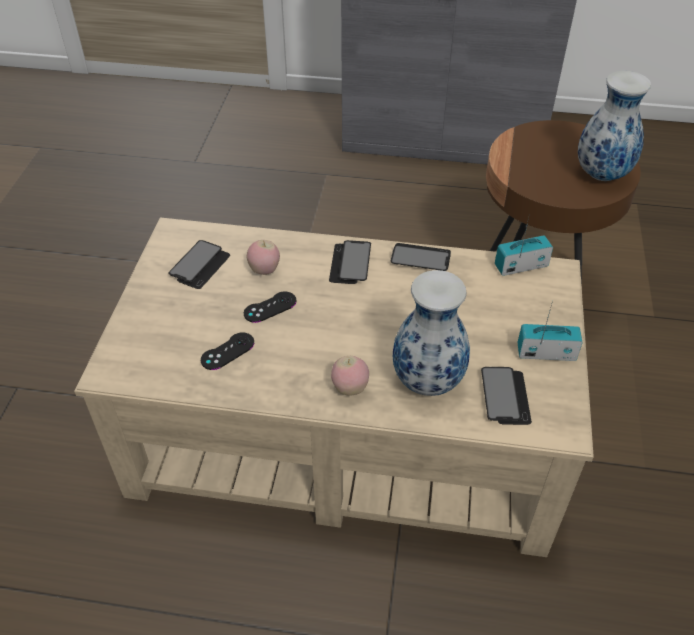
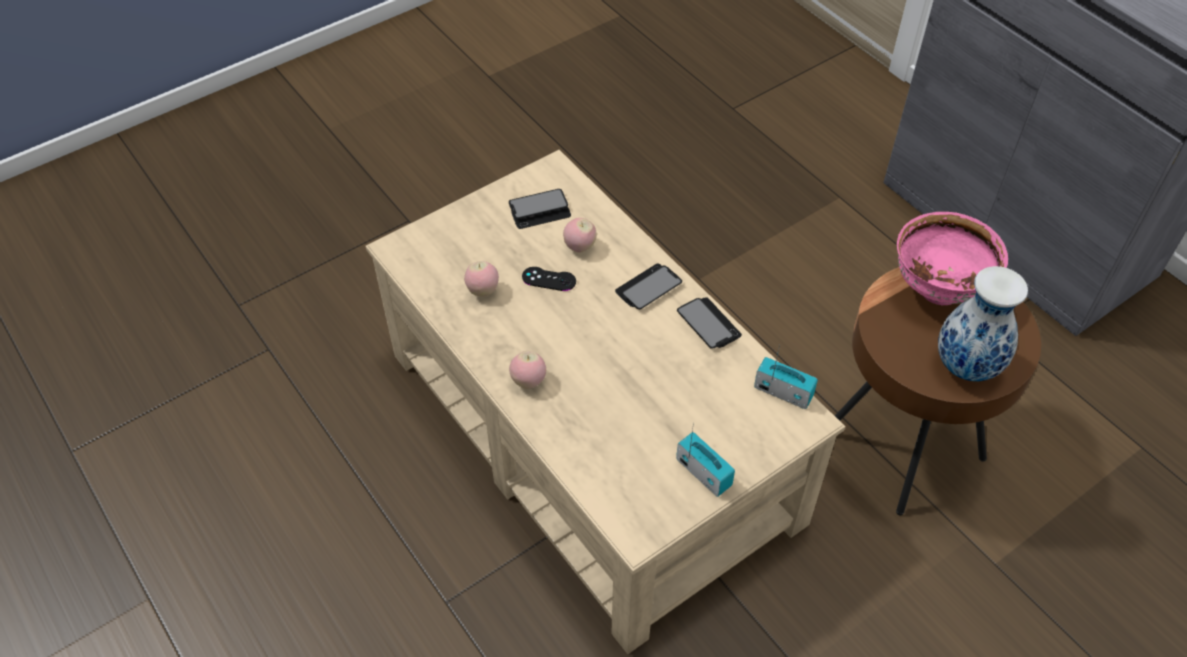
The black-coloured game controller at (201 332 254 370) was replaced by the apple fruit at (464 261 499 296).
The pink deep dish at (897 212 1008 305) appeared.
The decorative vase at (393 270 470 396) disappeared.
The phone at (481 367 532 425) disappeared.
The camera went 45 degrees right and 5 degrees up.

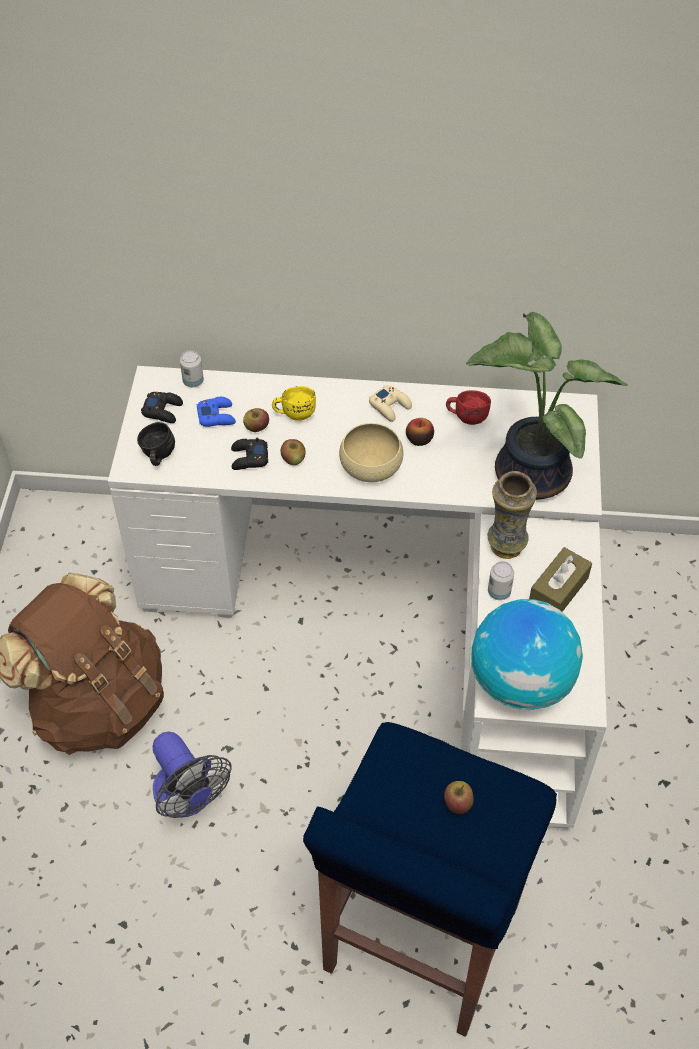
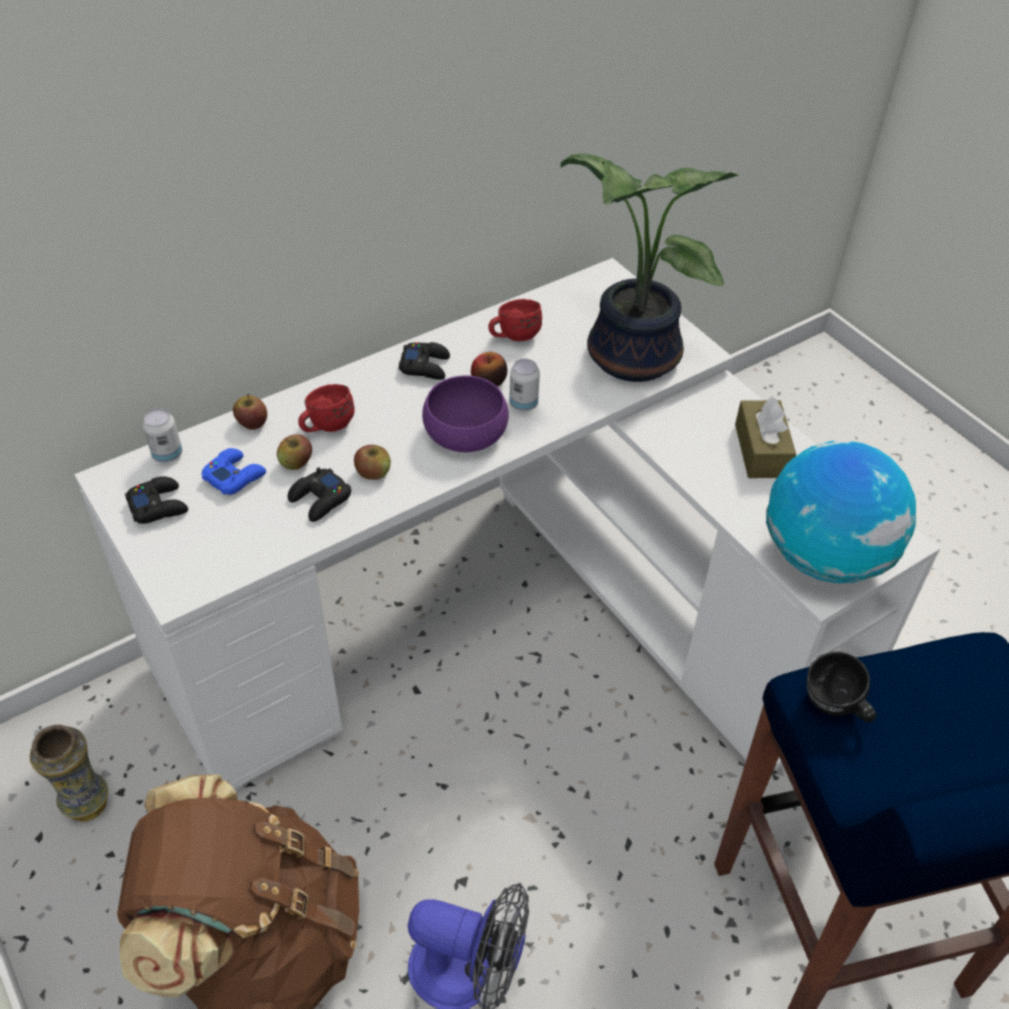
The decorative vase moved from (487 471 537 559) to (30 725 108 822).
The apple fruit moved from (444 781 474 814) to (233 394 267 430).
The yellow tea mug at (272 386 316 421) became the reddish tea mug at (298 384 355 432).
The beige-coloured game controller at (369 385 412 422) became the black-coloured game controller at (399 342 450 380).
The beige-coloured deep dish at (339 423 403 482) became the purple-coloured deep dish at (422 376 509 452).
The sealed can moved from (488 561 514 600) to (509 359 540 411).
The black-coloured tea mug moved from (137 422 175 466) to (807 651 876 722).
The camera went 40 degrees left and 5 degrees down.

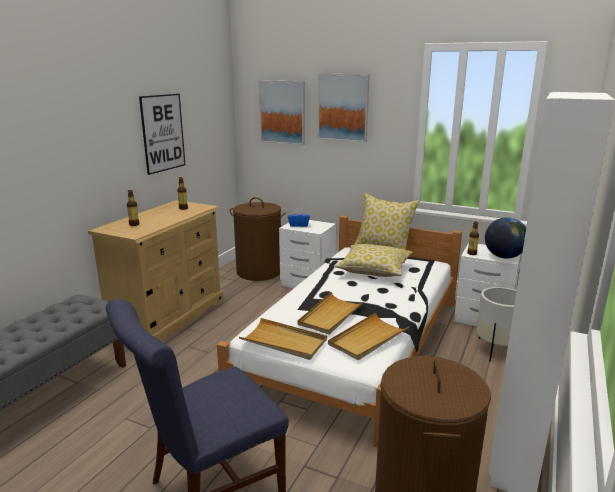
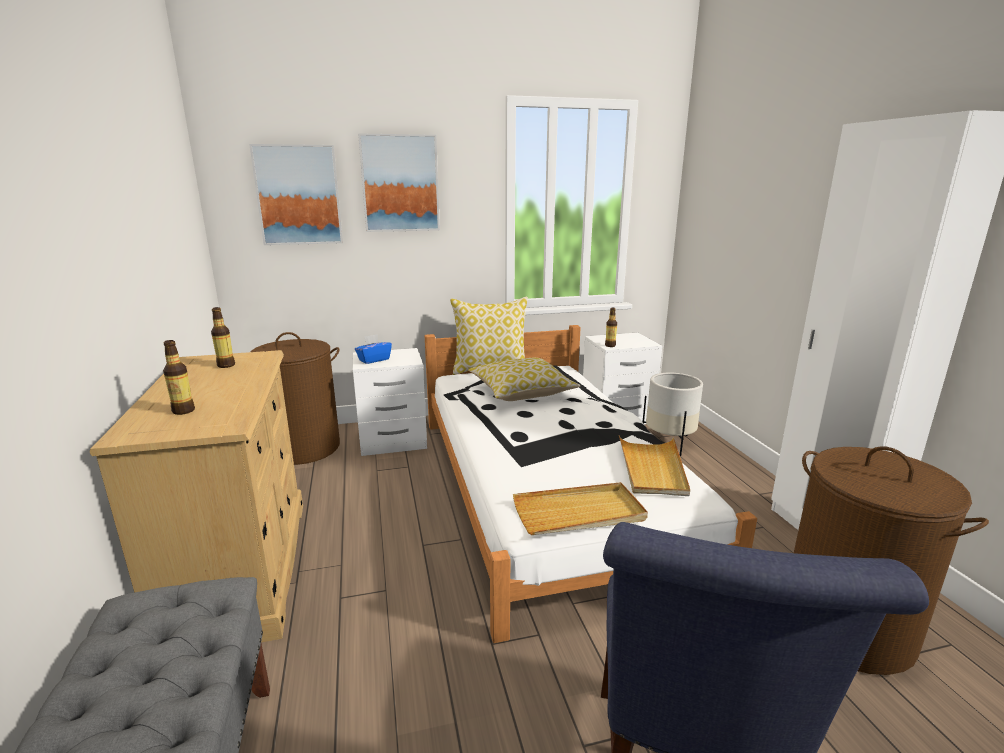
The wall picture at (139 94 185 175) disappeared.
The beige-coloured tray at (297 292 365 335) disappeared.
The world globe at (485 217 526 259) disappeared.
The camera went 40 degrees left and 0 degrees up.

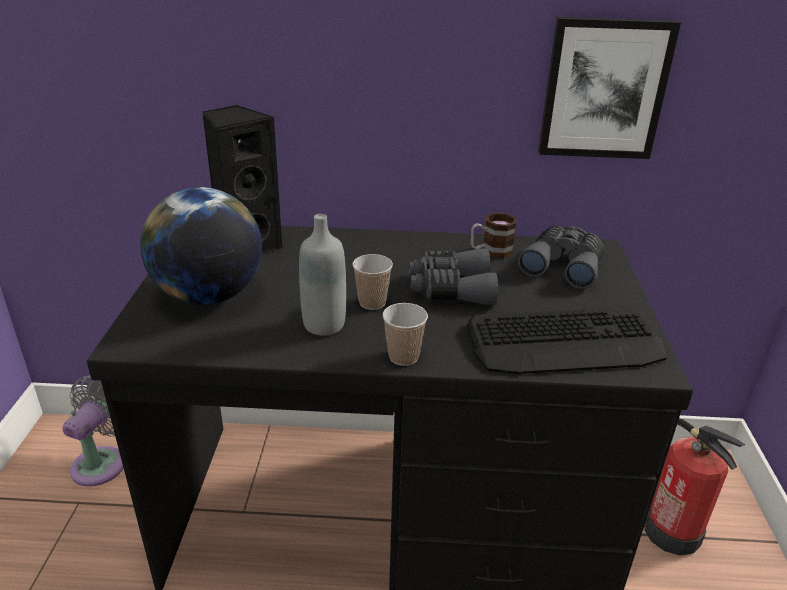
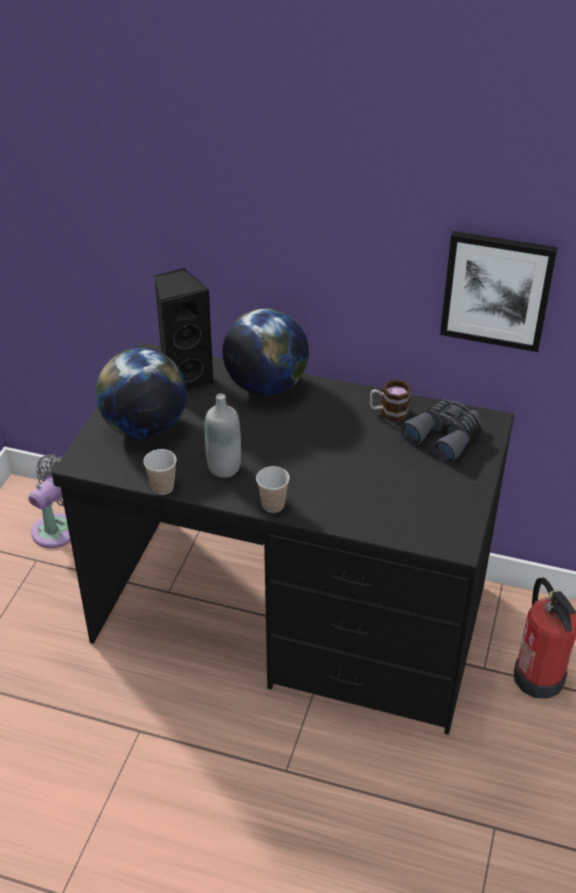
The drinking cup moved from (352 254 393 310) to (143 449 177 495).
The world globe at (223 309 309 396) appeared.
The grey pair of binoculars at (409 248 498 305) disappeared.
The computer keyboard at (467 307 667 374) disappeared.
The camera went 15 degrees right and 10 degrees up.

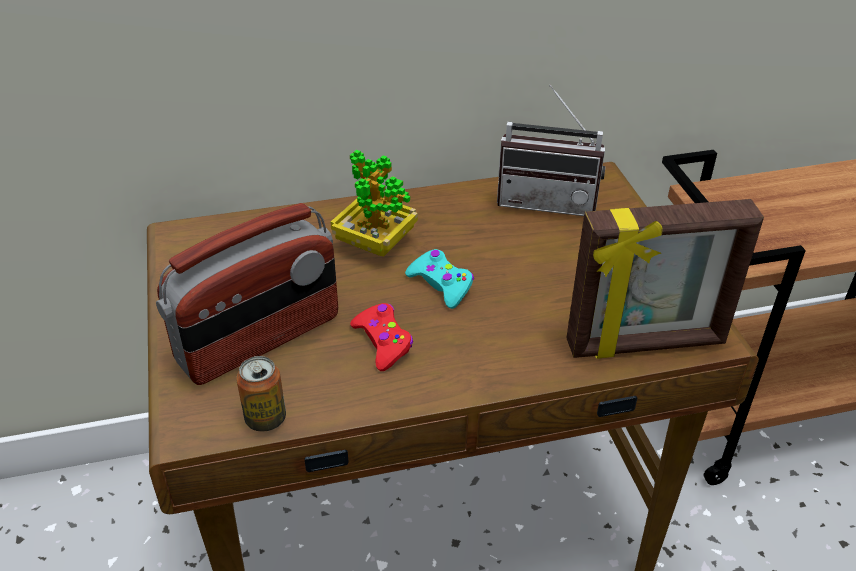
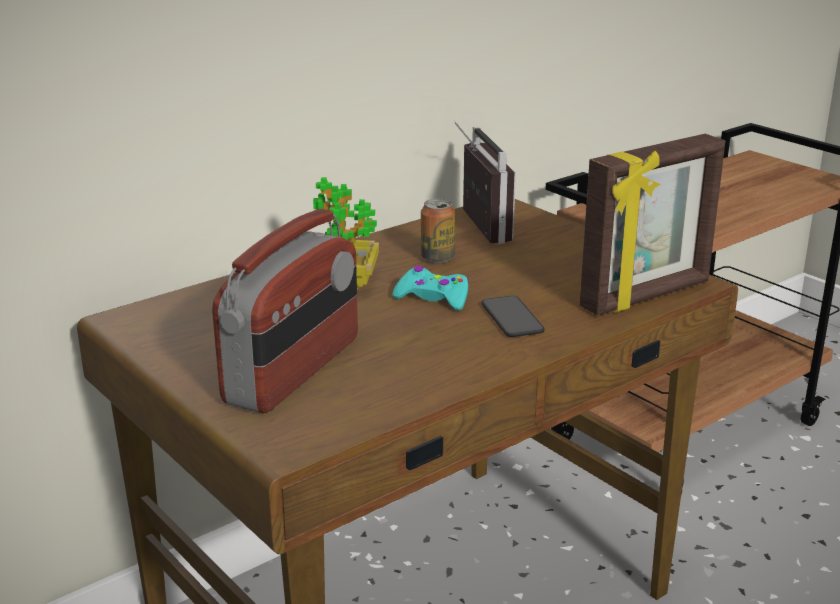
The sealed can moved from (236 356 286 432) to (421 199 455 263).
The radio set at (497 85 606 216) turned 90 degrees counterclockwise.
The phone at (481 296 545 337) appeared.
The reddish game controller at (350 303 413 371) disappeared.
The camera went 25 degrees left and 15 degrees down.

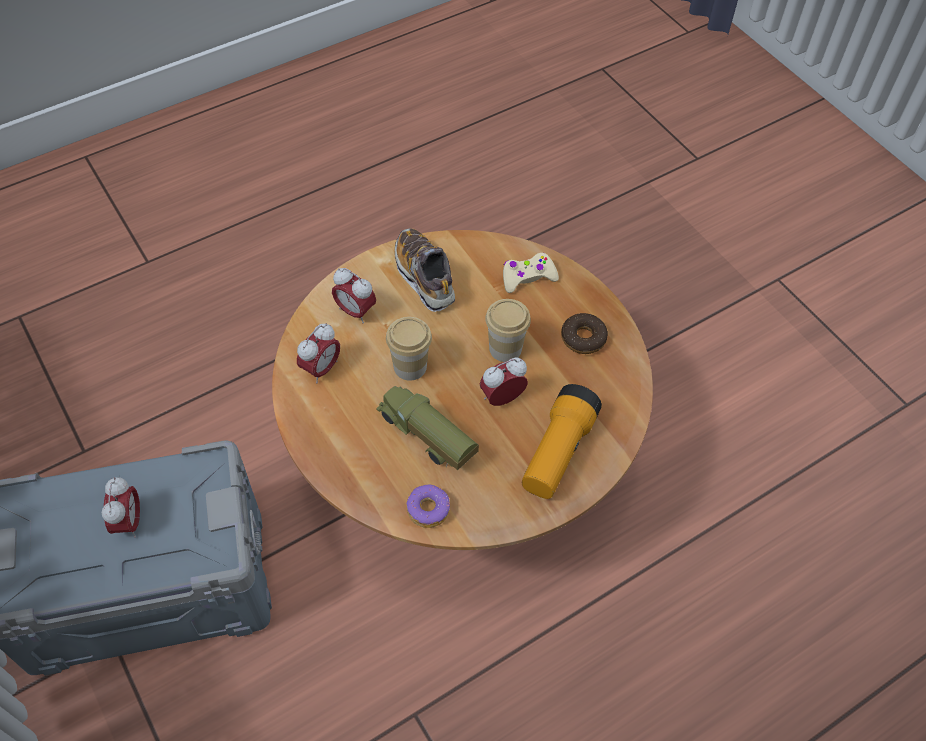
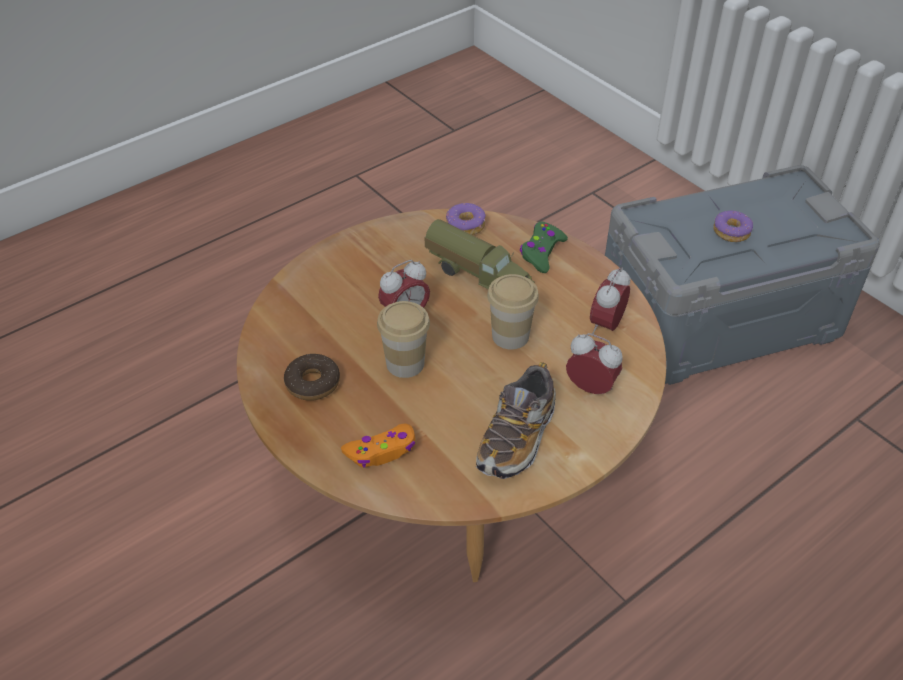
The beige-coloured game controller at (503 253 559 293) became the orangey game controller at (341 424 415 468).
The shoe at (395 228 455 312) turned 60 degrees clockwise.
The green-coloured game controller at (520 222 568 273) appeared.
The table clock at (102 477 140 538) was replaced by the ring doughnut at (714 211 753 242).
The torch at (522 384 602 499) disappeared.
The camera went 175 degrees right and 10 degrees down.

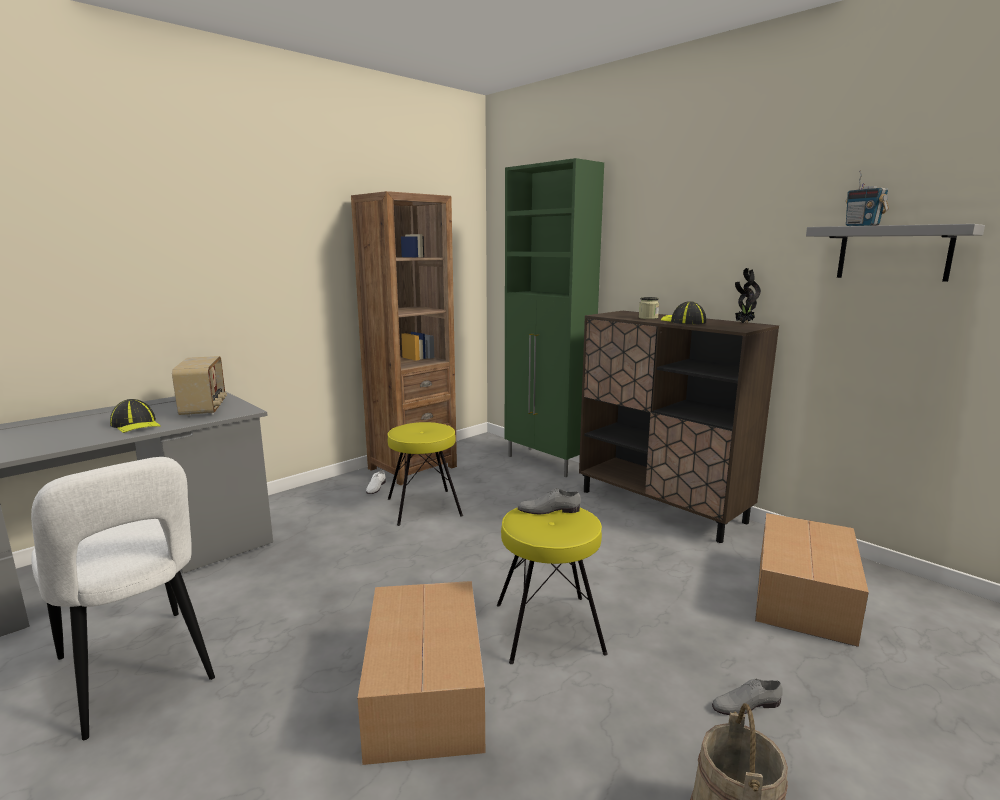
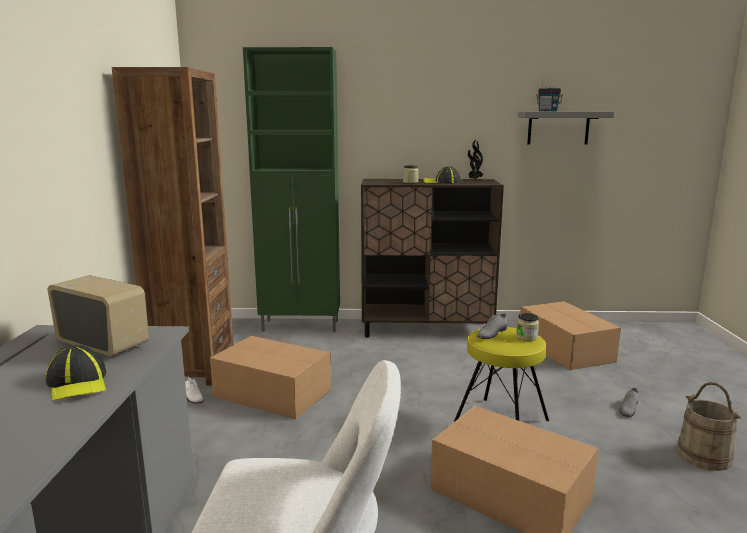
The baseball cap at (110 399 161 433) turned 60 degrees clockwise.
The yellow sitting stool at (387 422 463 526) was replaced by the carton at (210 336 331 419).
The storage jar at (516 313 539 341) appeared.
The camera went 45 degrees left and 0 degrees up.

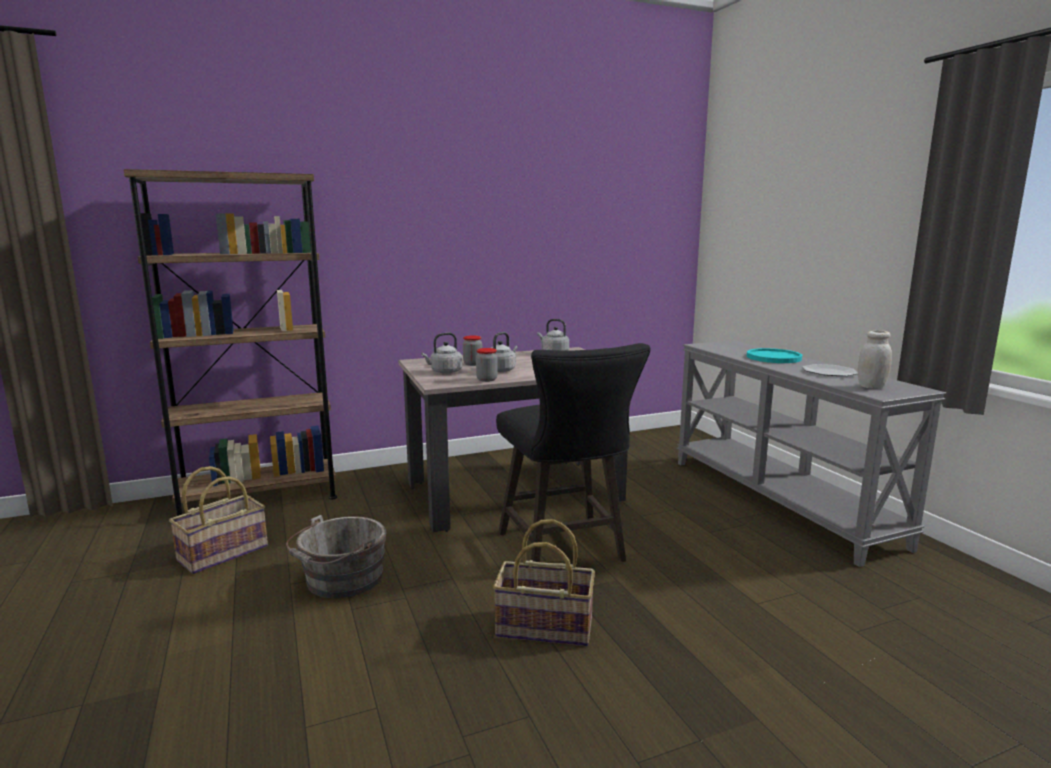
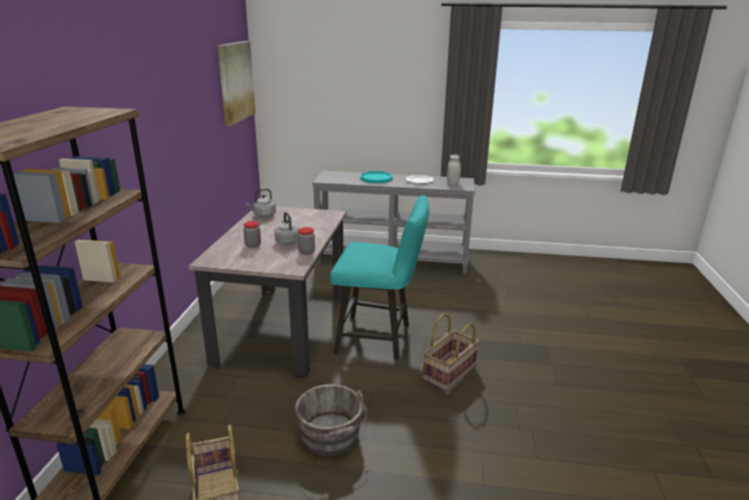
The wall picture at (218 41 256 126) appeared.
The black-coloured sitting stool at (496 343 651 562) became the blue-green sitting stool at (330 196 429 360).
The grey tea kettle at (421 333 462 374) disappeared.
The camera went 60 degrees left and 10 degrees up.

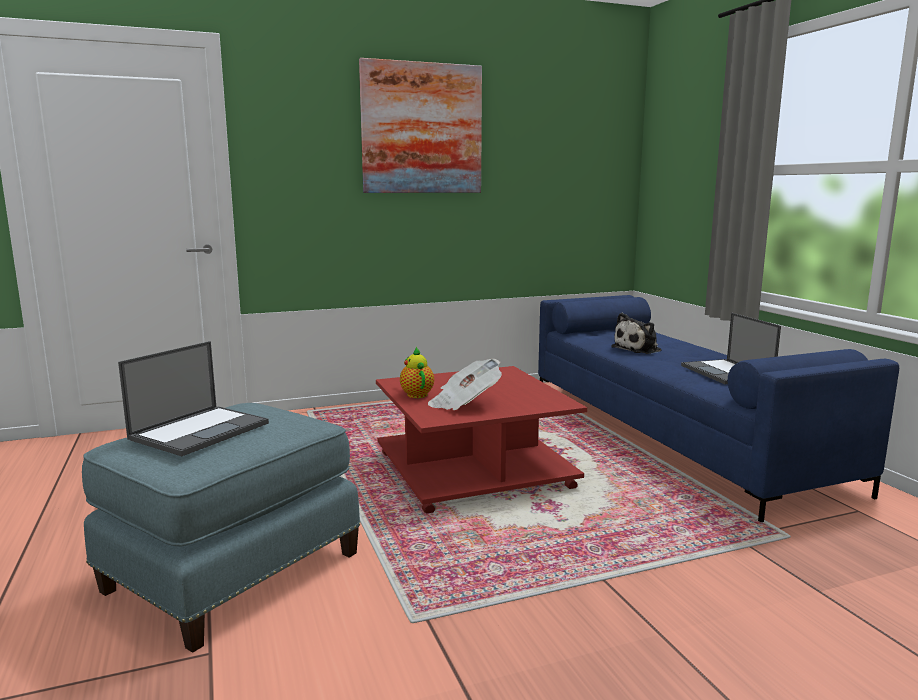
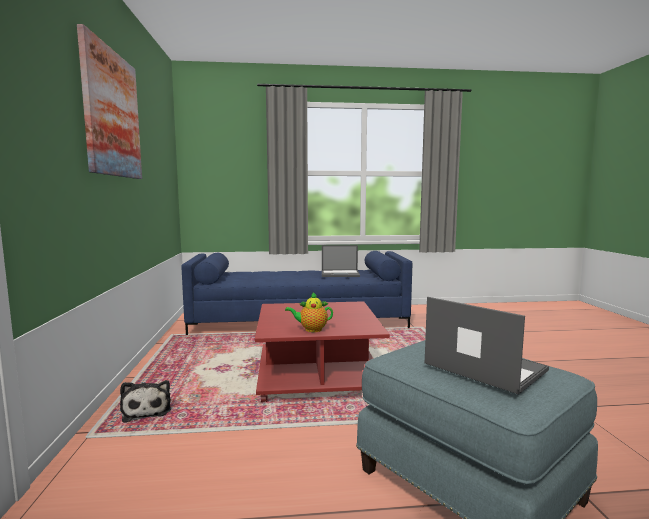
The plush toy moved from (611 313 662 354) to (120 380 171 423).
The newspaper at (428 359 502 410) disappeared.
The camera went 75 degrees left and 5 degrees down.

